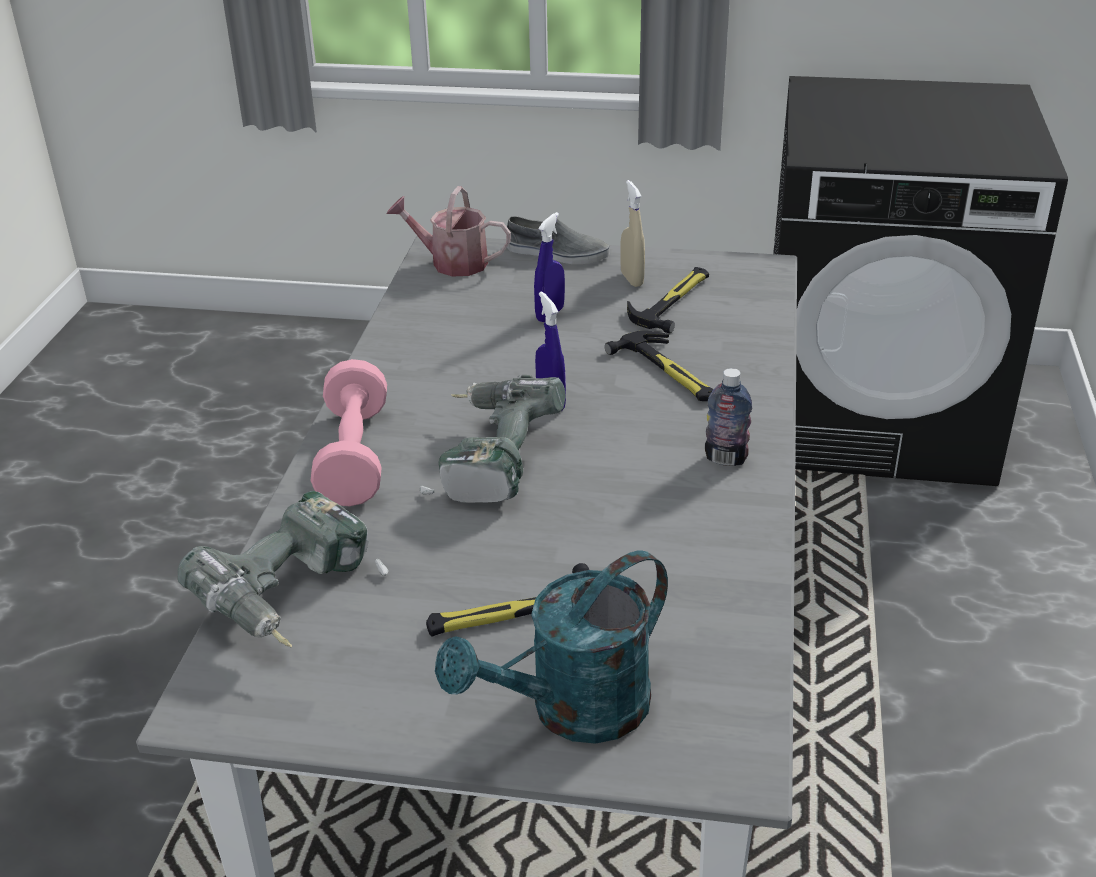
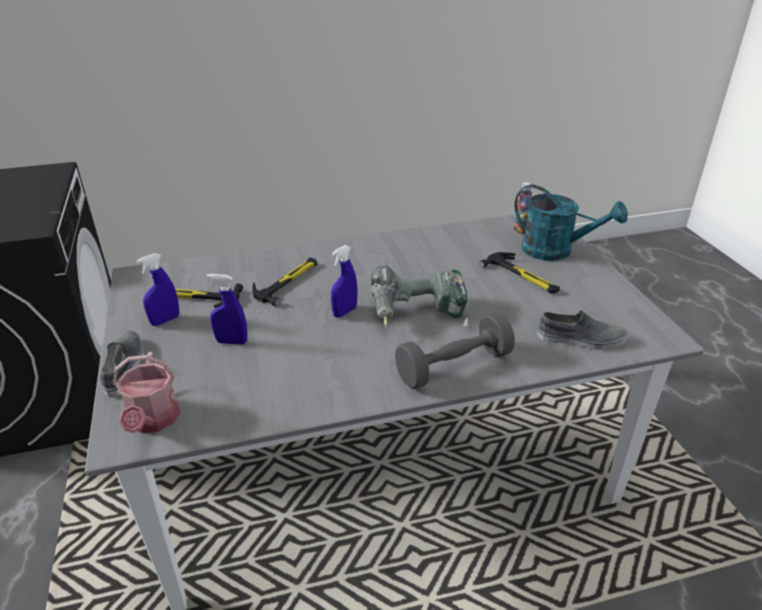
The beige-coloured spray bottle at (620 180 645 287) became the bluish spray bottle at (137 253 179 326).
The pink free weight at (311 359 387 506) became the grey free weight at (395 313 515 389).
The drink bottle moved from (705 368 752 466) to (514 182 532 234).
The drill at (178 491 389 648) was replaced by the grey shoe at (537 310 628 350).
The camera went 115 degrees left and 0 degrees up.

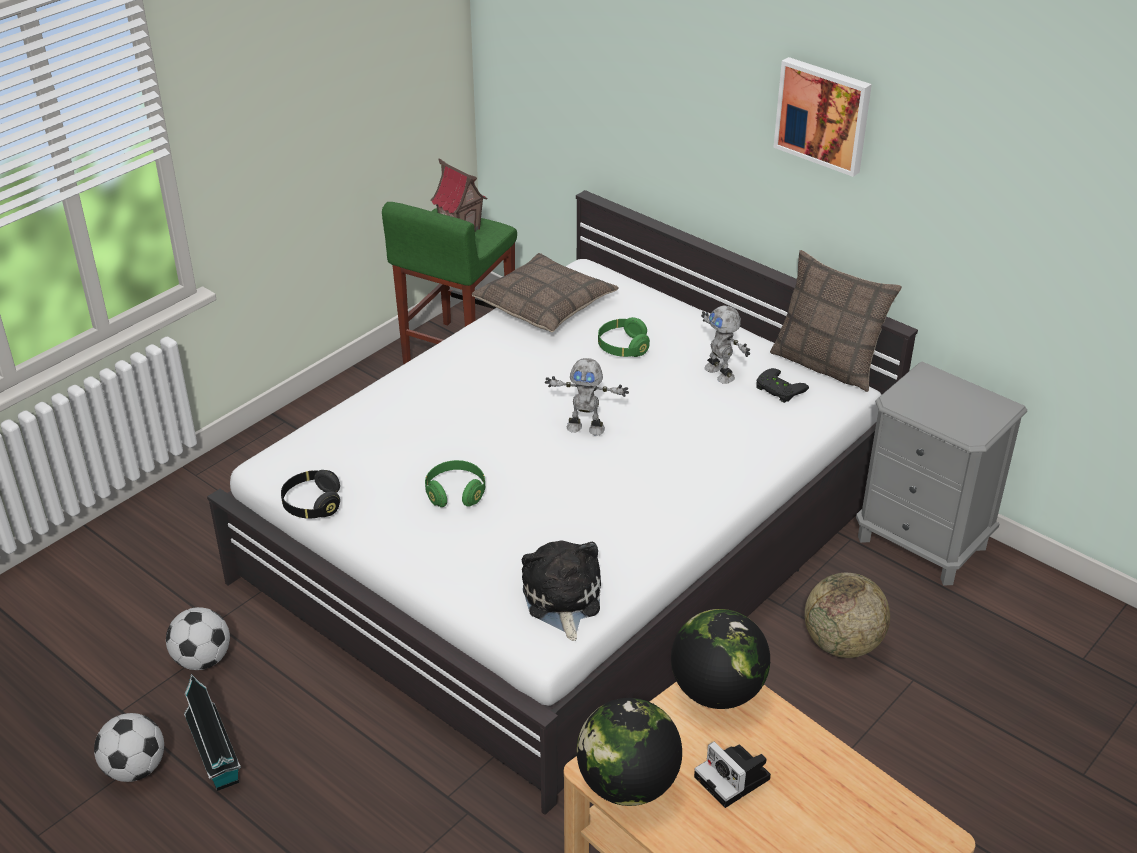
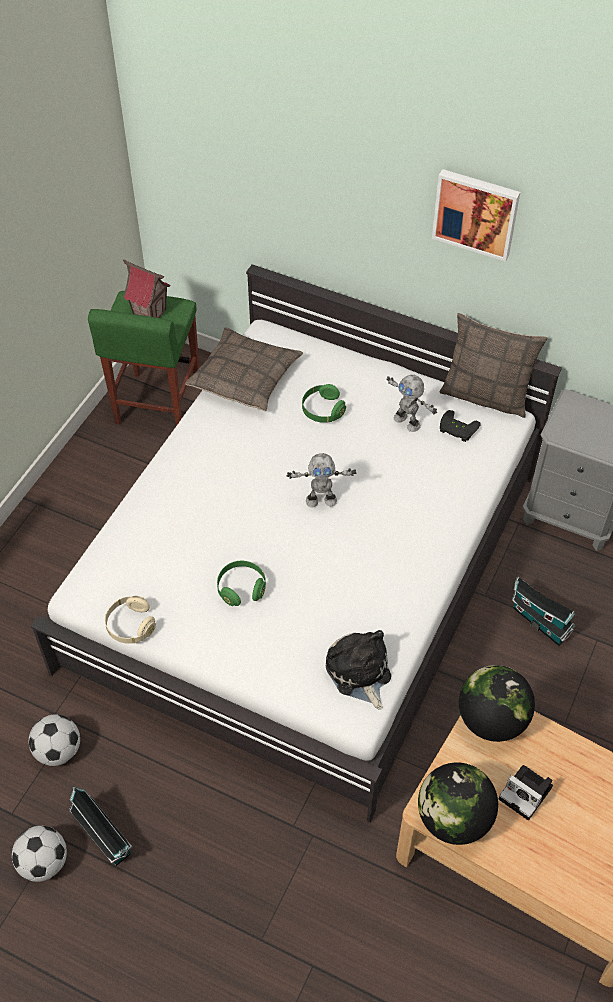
The black-coloured headset at (281 470 340 519) became the beige-coloured headset at (105 596 156 644).
The world globe at (804 573 890 658) was replaced by the model house at (512 576 576 646).
The camera went 15 degrees left and 15 degrees up.

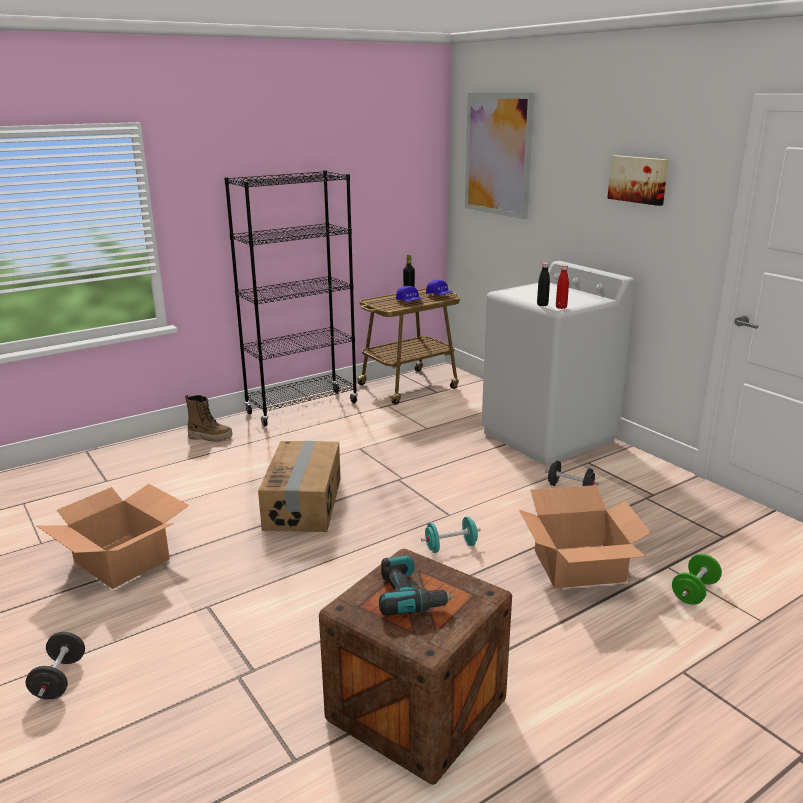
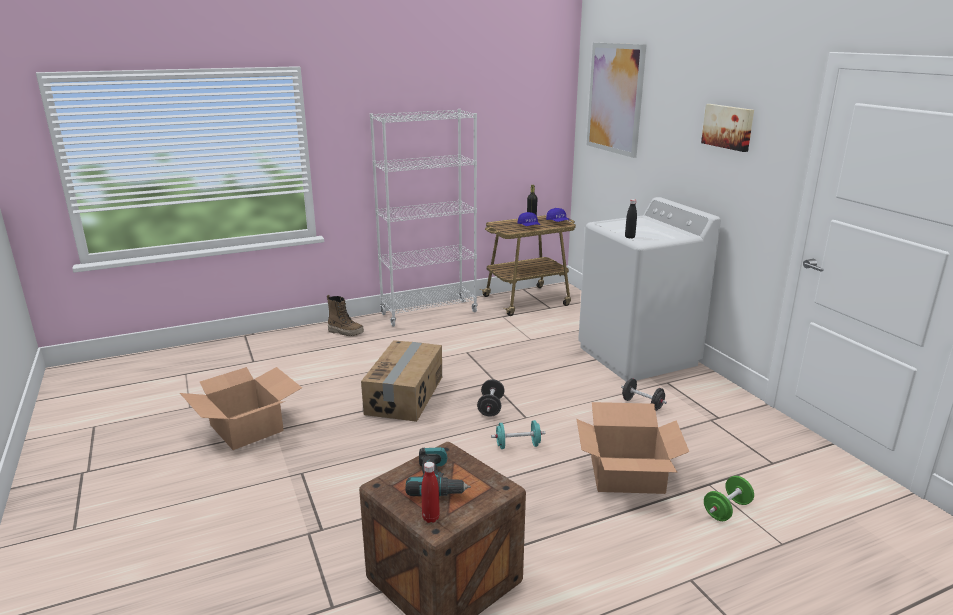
The black-coloured bookshelf at (224 170 358 426) became the white bookshelf at (370 109 478 327).
The reddish drink bottle moved from (556 265 569 309) to (421 462 440 523).
The black-coloured free weight moved from (26 632 85 700) to (477 379 504 417).
The camera went 10 degrees right and 0 degrees up.

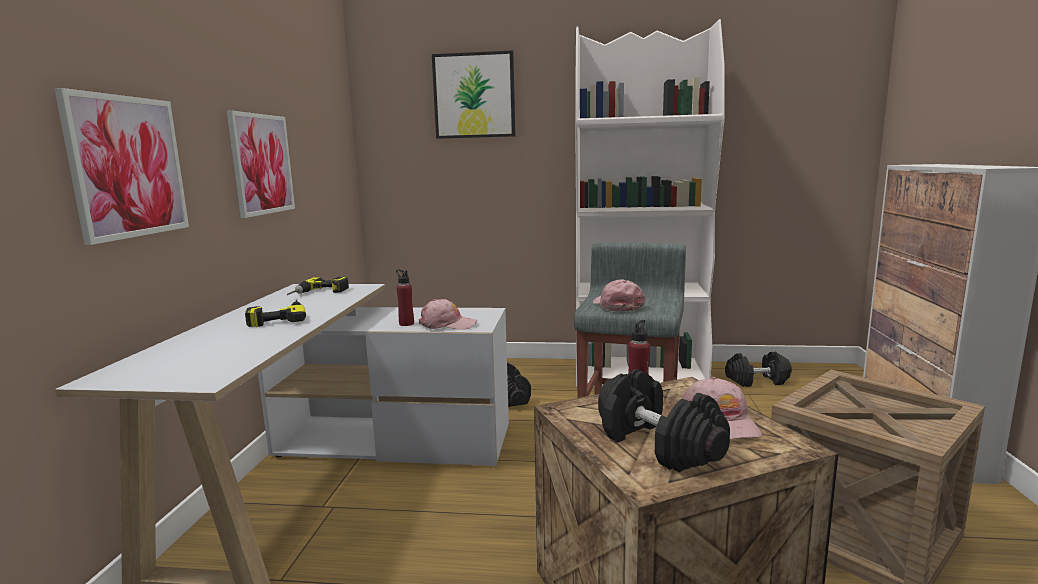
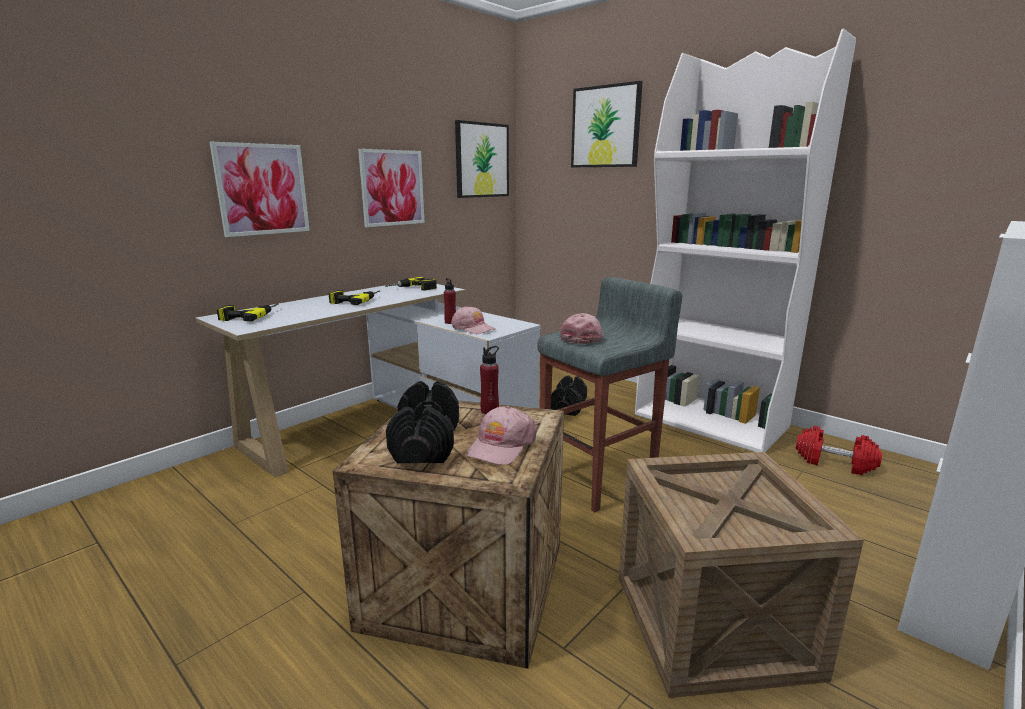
The drill at (217 303 278 321) appeared.
The wall picture at (455 120 509 198) appeared.
The black-coloured free weight at (725 352 792 387) became the reddish free weight at (796 426 882 475).
The camera went 35 degrees right and 5 degrees up.

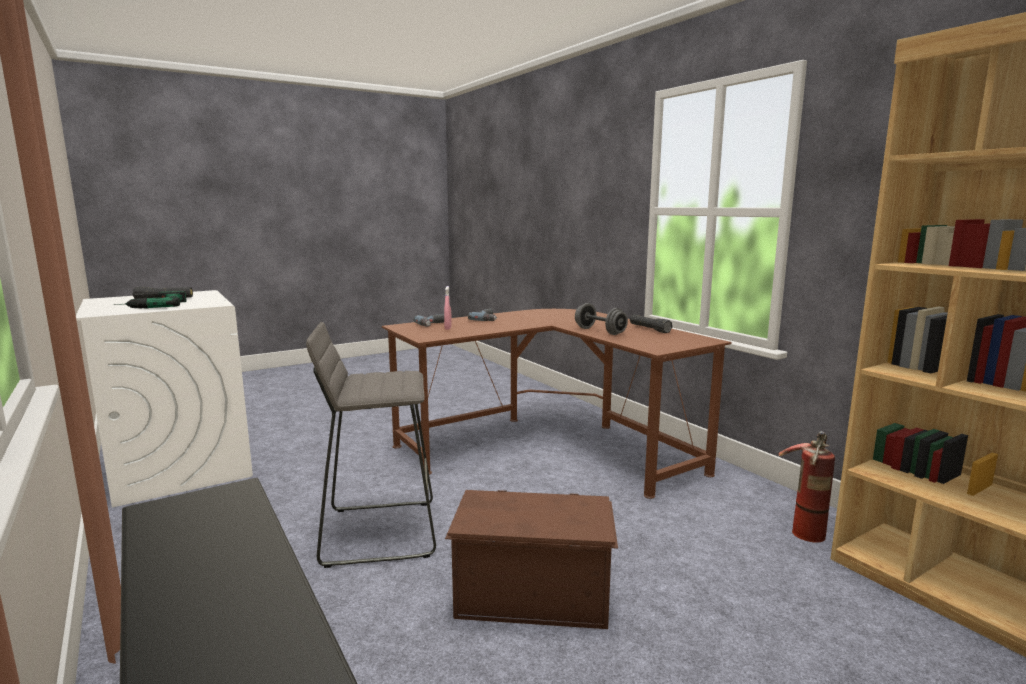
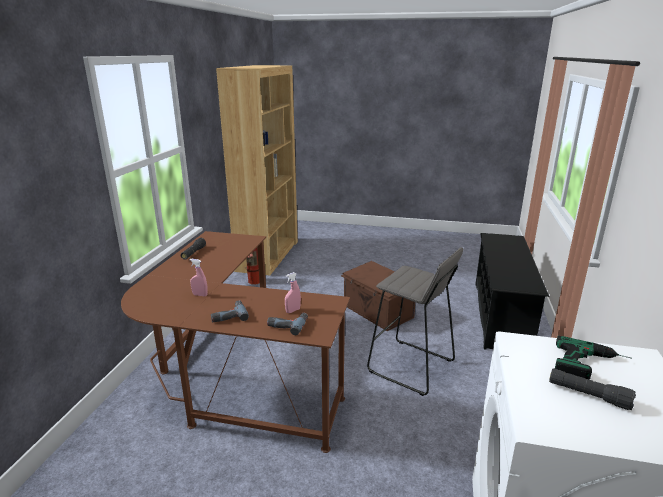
The pink spray bottle at (189 259 208 296) appeared.
The grey free weight at (575 303 628 335) disappeared.
The camera went 135 degrees left and 10 degrees up.

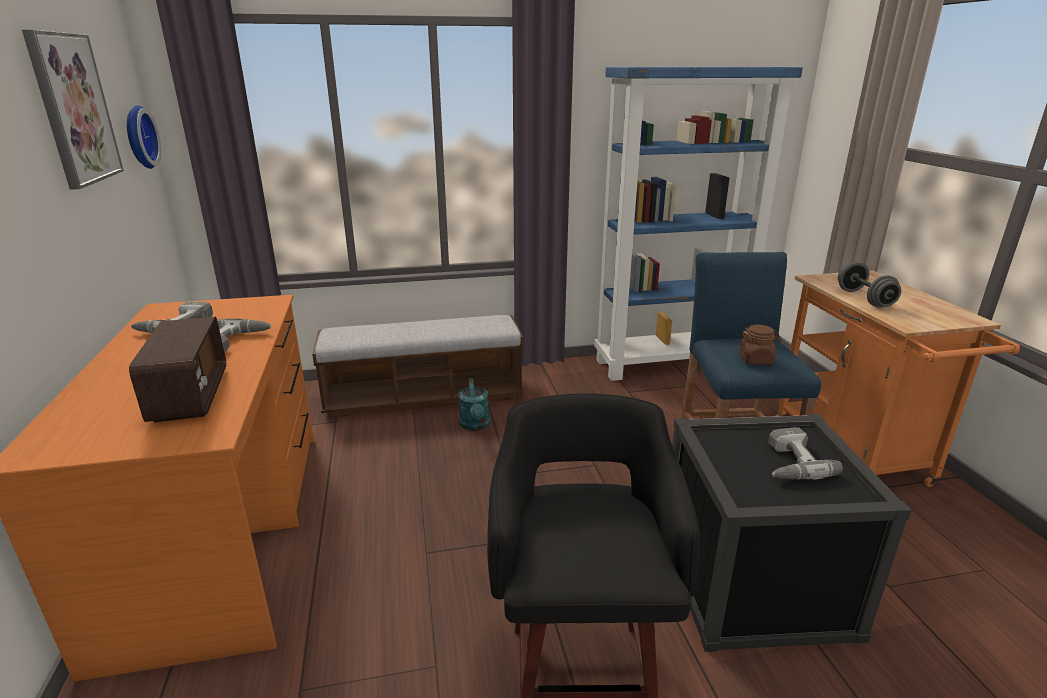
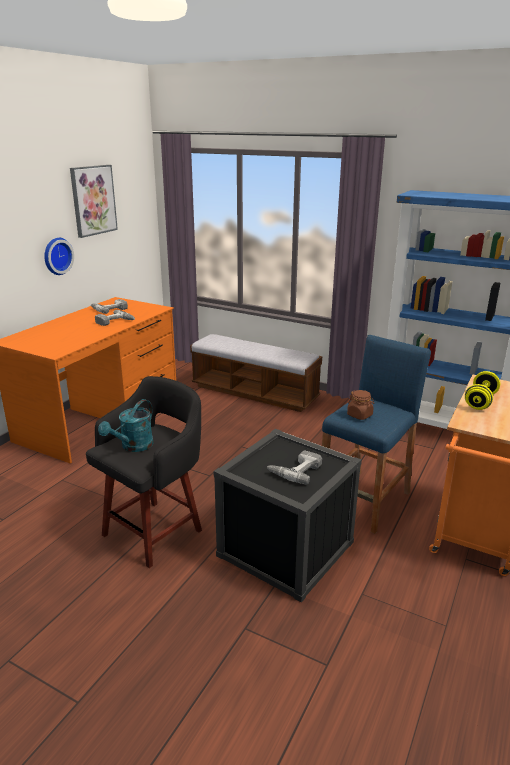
The wall clock moved from (127 105 161 169) to (44 238 74 275).
The blue-green sprinkling can moved from (458 378 490 431) to (98 399 154 452).
The grey free weight at (838 262 901 307) became the yellow free weight at (465 371 500 410).
The radio set at (129 317 226 422) disappeared.
The camera went 40 degrees right and 0 degrees up.

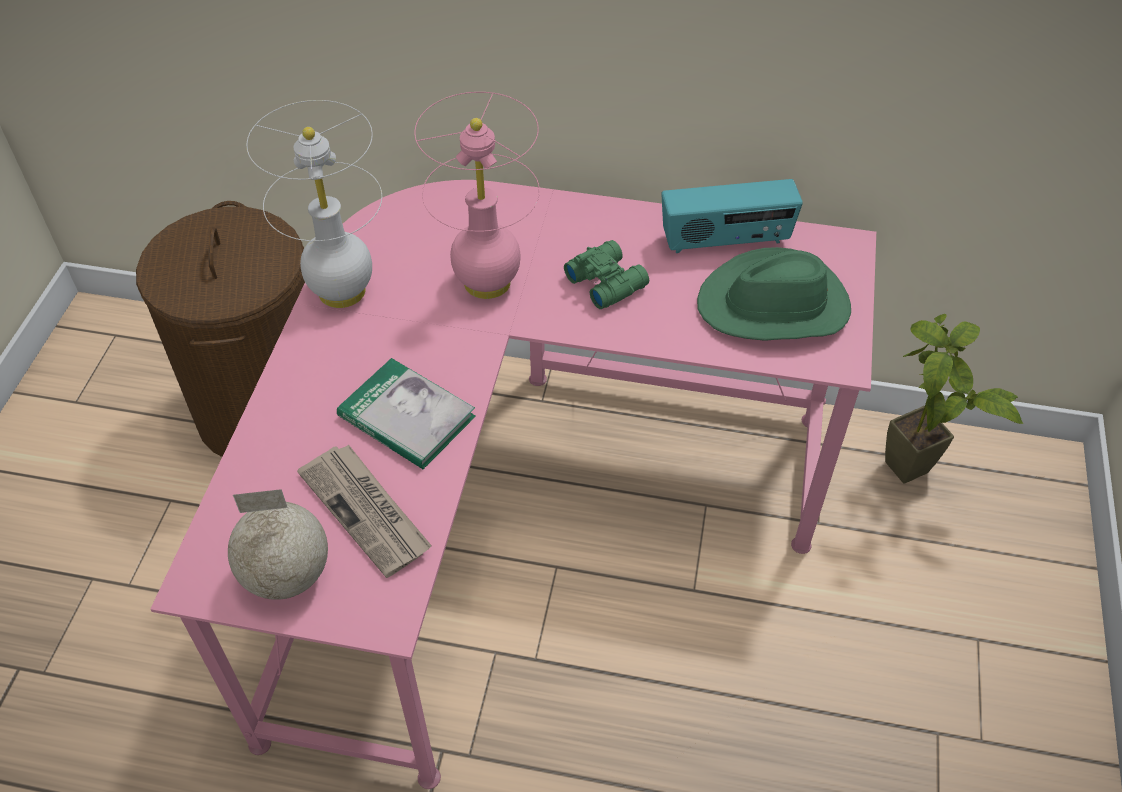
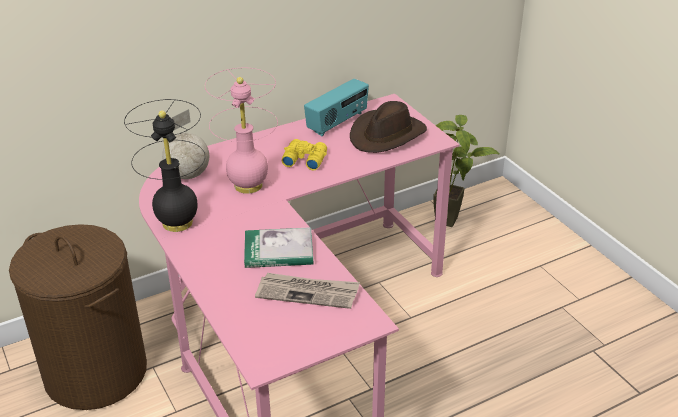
The white tabletop lamp at (246 100 382 308) became the black-coloured tabletop lamp at (124 99 205 232).
The world globe moved from (228 489 328 600) to (162 109 209 179).
The green-coloured pair of binoculars at (564 240 649 309) became the yellow pair of binoculars at (282 139 327 170).
The green-coloured hat at (697 247 851 341) became the brownish hat at (350 101 427 153).
The camera went 40 degrees left and 15 degrees down.

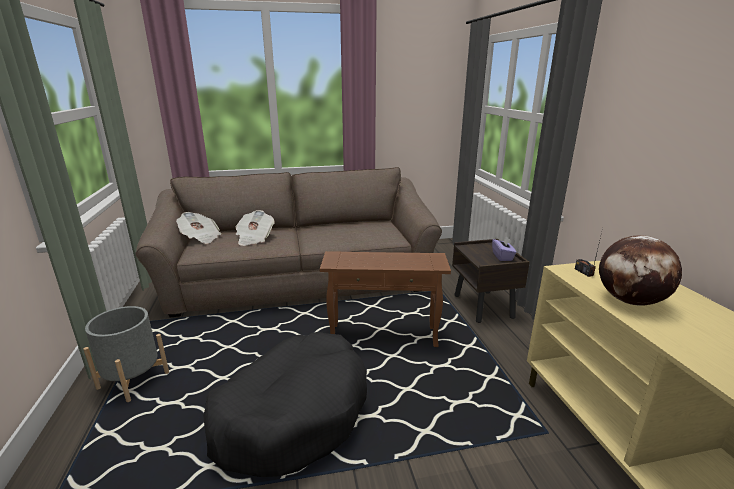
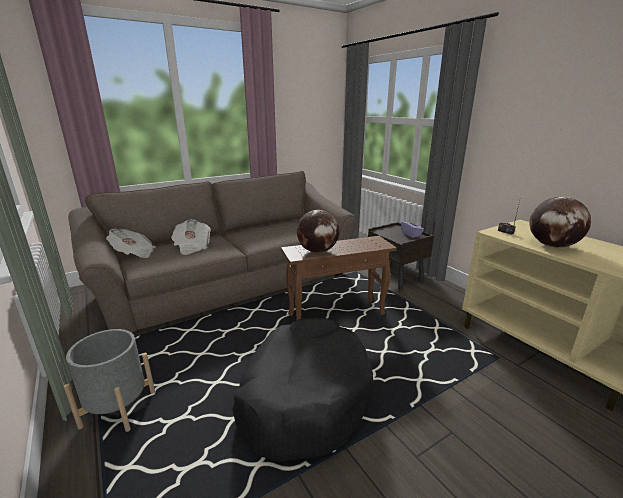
The world globe at (297 210 339 253) appeared.
The camera went 20 degrees left and 0 degrees up.

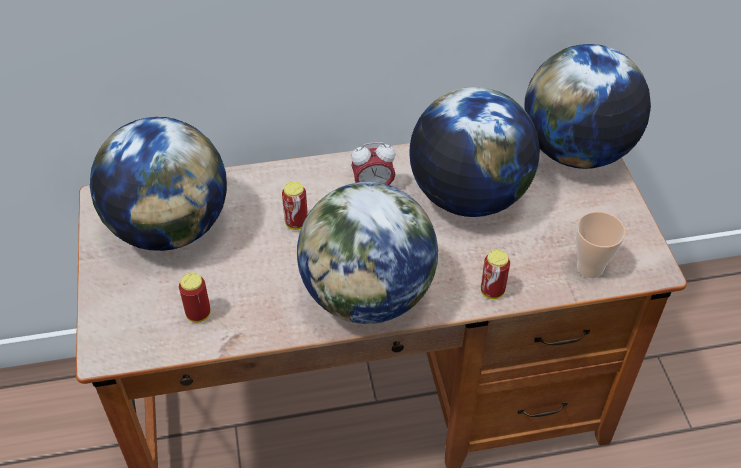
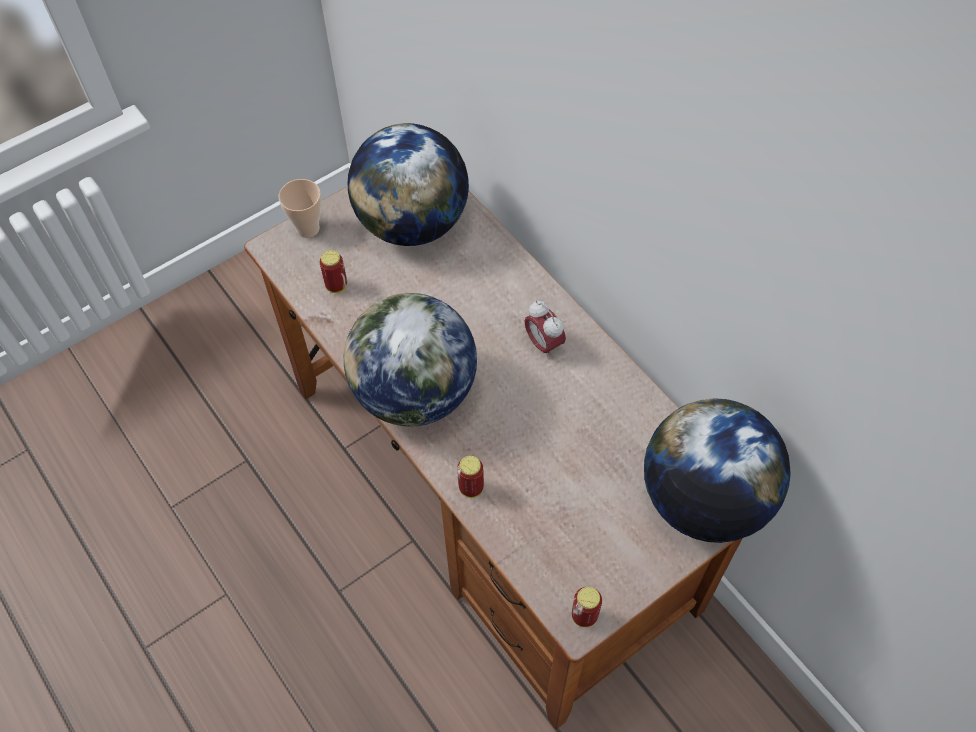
The drinking cup moved from (576 212 626 278) to (279 179 321 238).
The sealed can moved from (282 181 308 230) to (572 587 602 627).
The world globe at (409 87 540 217) disappeared.
The camera went 65 degrees right and 10 degrees up.

